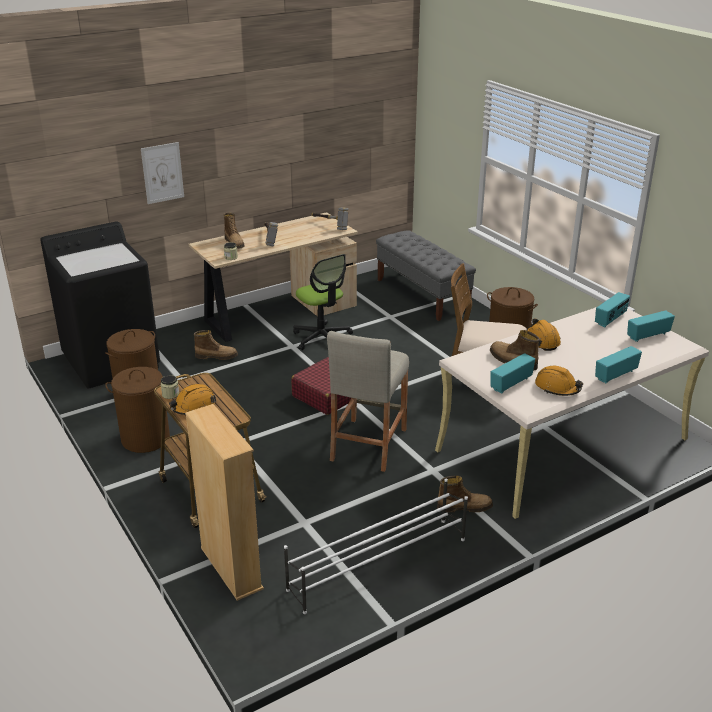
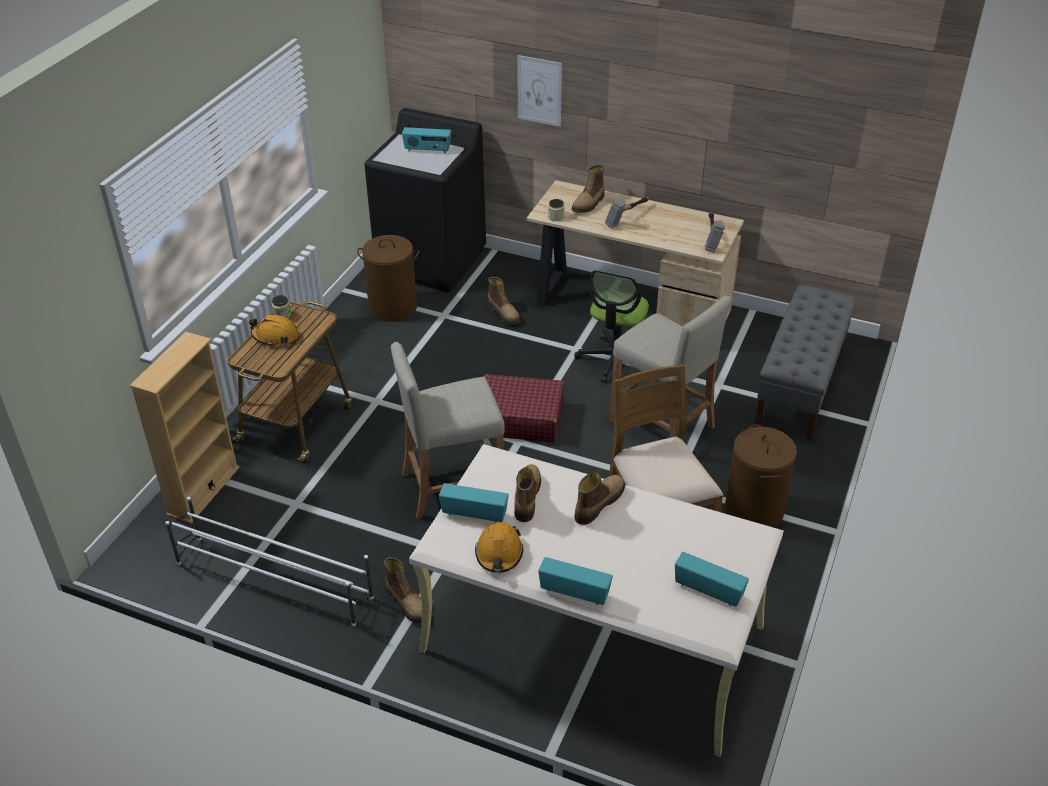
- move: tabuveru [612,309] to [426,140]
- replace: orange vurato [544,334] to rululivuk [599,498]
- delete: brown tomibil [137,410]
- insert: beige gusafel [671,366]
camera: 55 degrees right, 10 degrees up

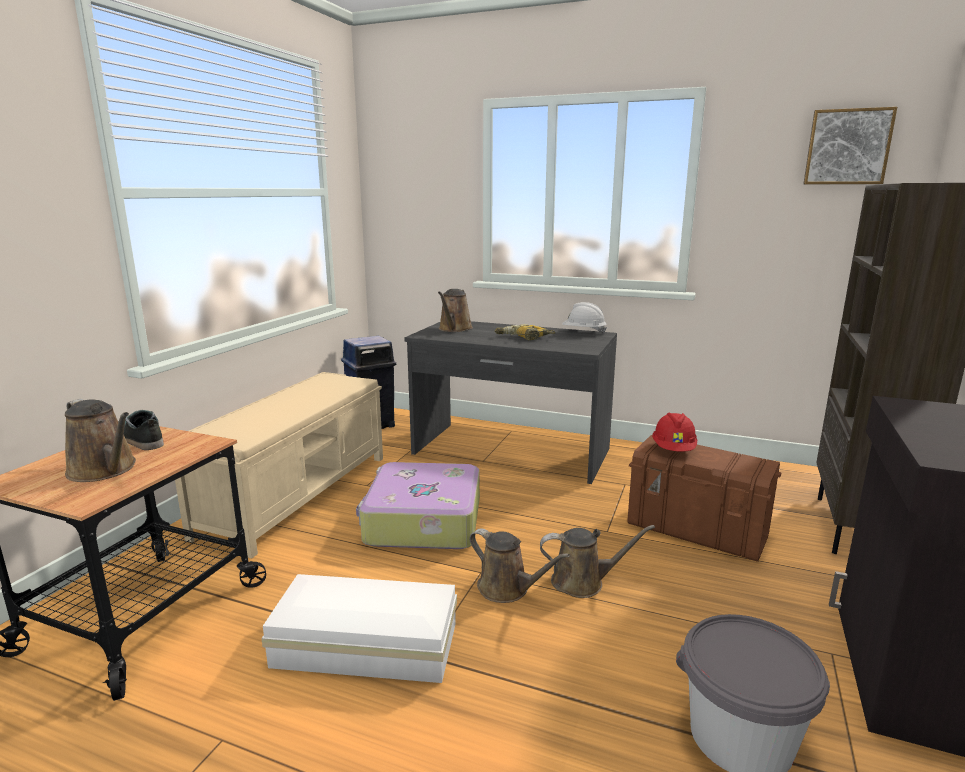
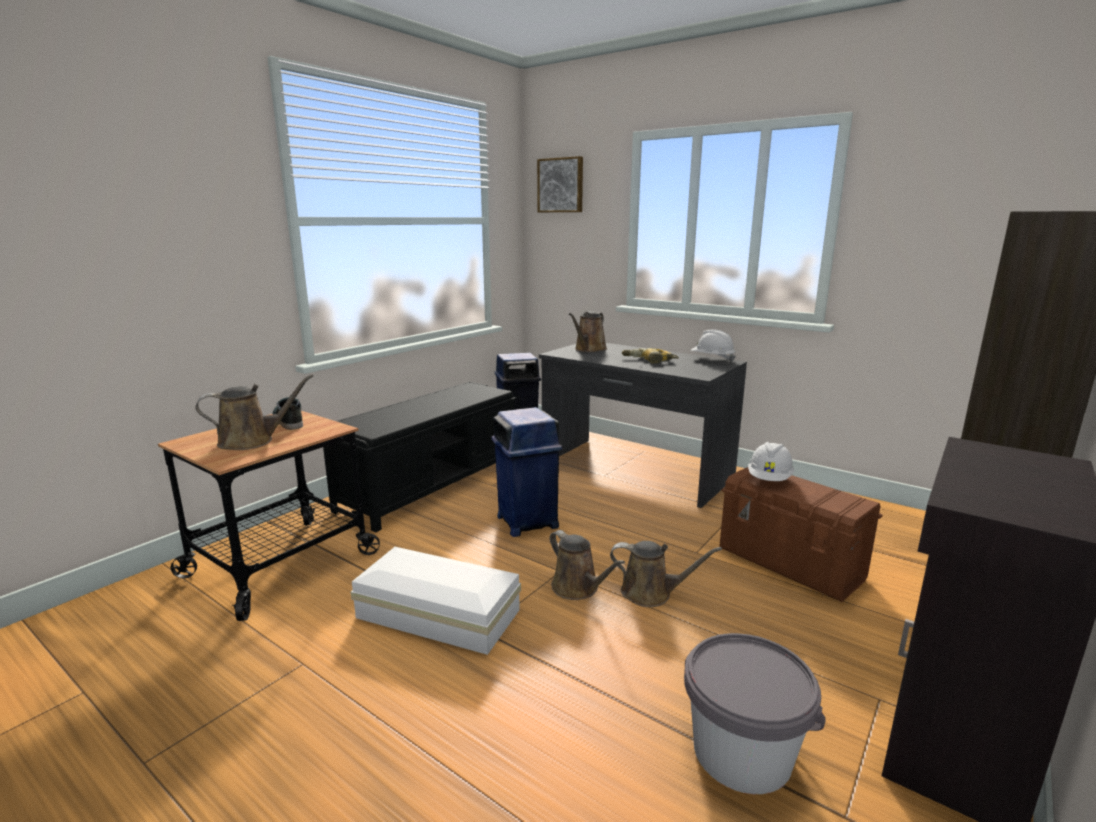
- move: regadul [850,145] to [560,184]
- recolor: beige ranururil [279,465] to black ranururil [420,456]
- rotate: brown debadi [100,440] = [255,412] 75 degrees counterclockwise
- recolor: red vurato [674,432] to white vurato [771,461]
- replace: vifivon [418,505] to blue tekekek [526,472]
camera: 15 degrees right, 0 degrees up

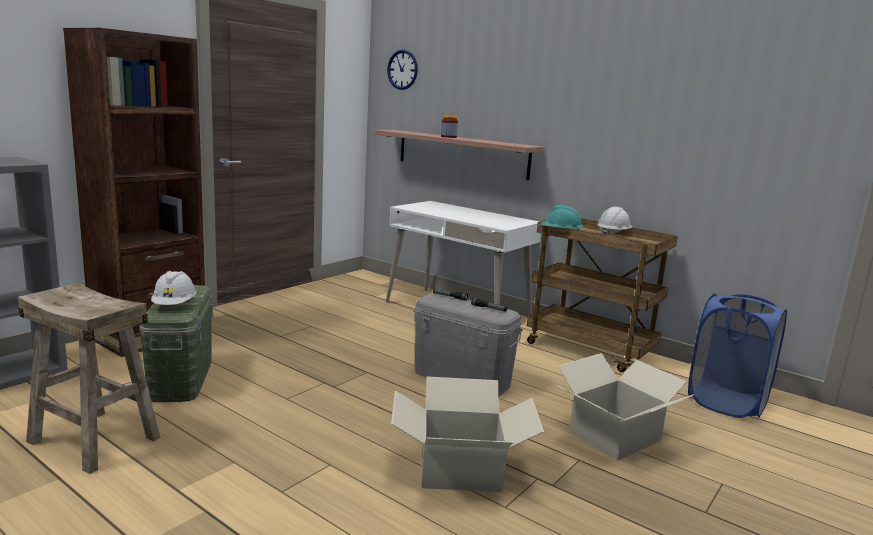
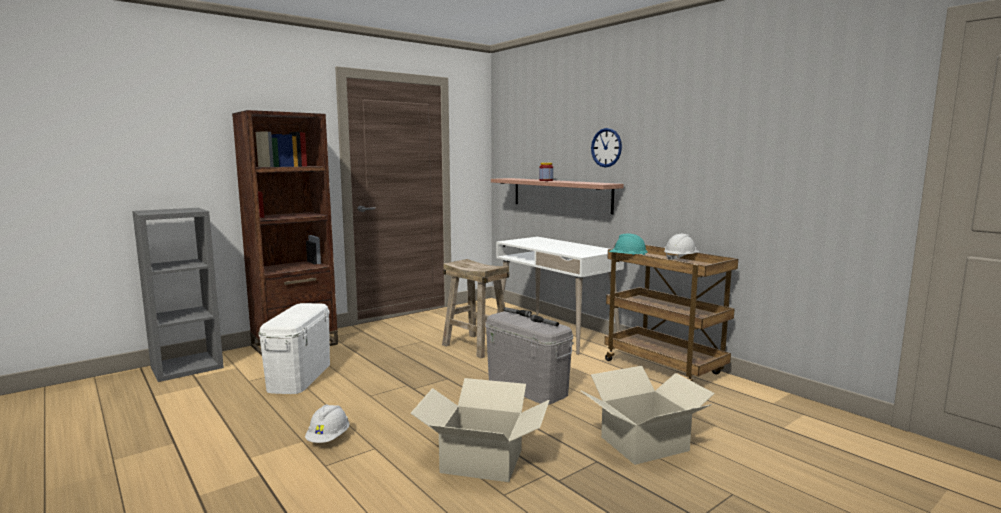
- move: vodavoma [402,70] to [606,147]
- move: white vurato [173,288] to [327,424]
- move: beige gusafel [89,378] to [475,308]
- recolor: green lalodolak [176,343] to white lalodolak [294,348]
- delete: blue tomibil [737,356]
camera: 15 degrees right, 5 degrees down

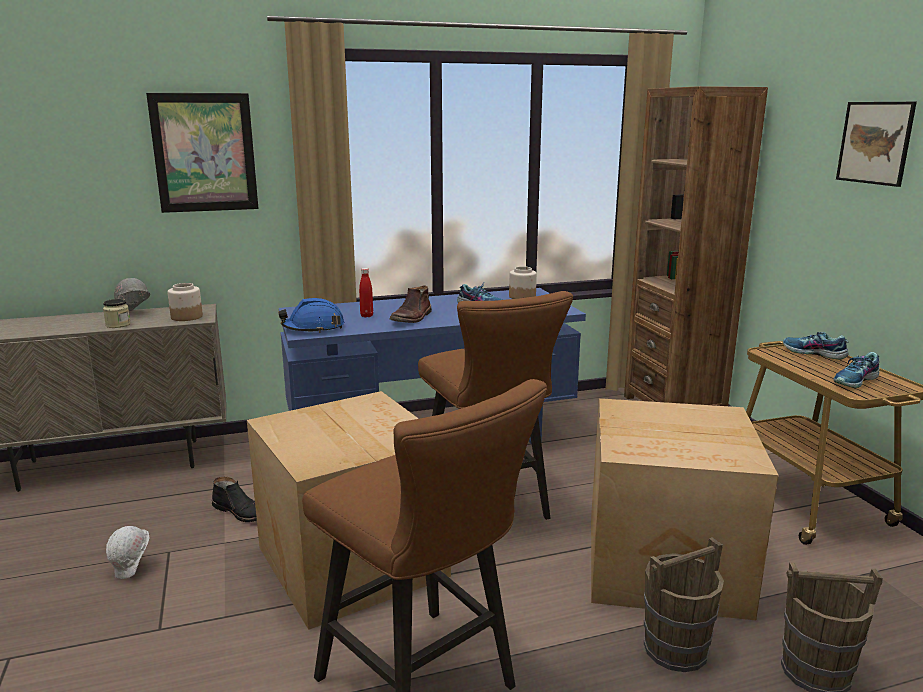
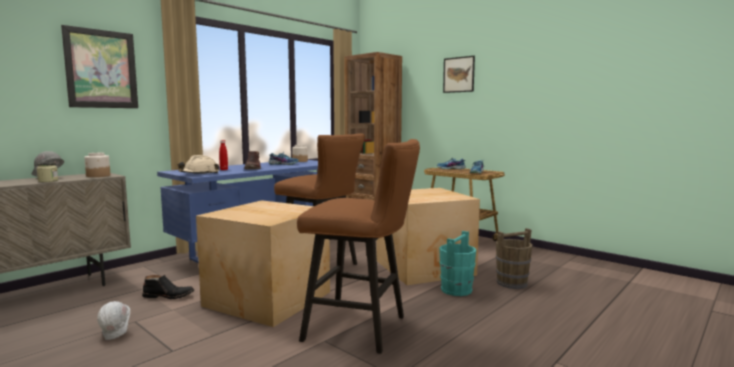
- recolor: blue vurato [311,315] to beige vurato [198,164]
- recolor: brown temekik [684,604] to turquoise temekik [458,263]
camera: 30 degrees left, 10 degrees down

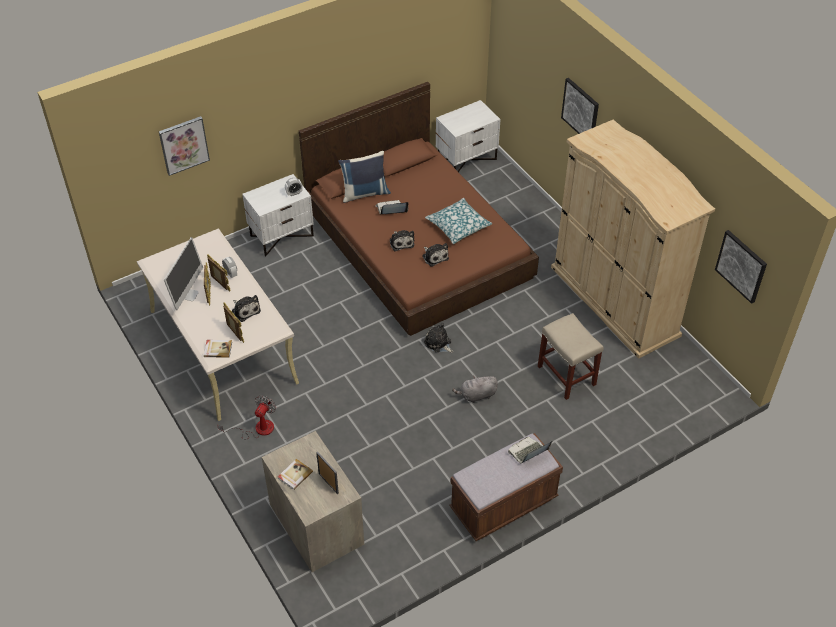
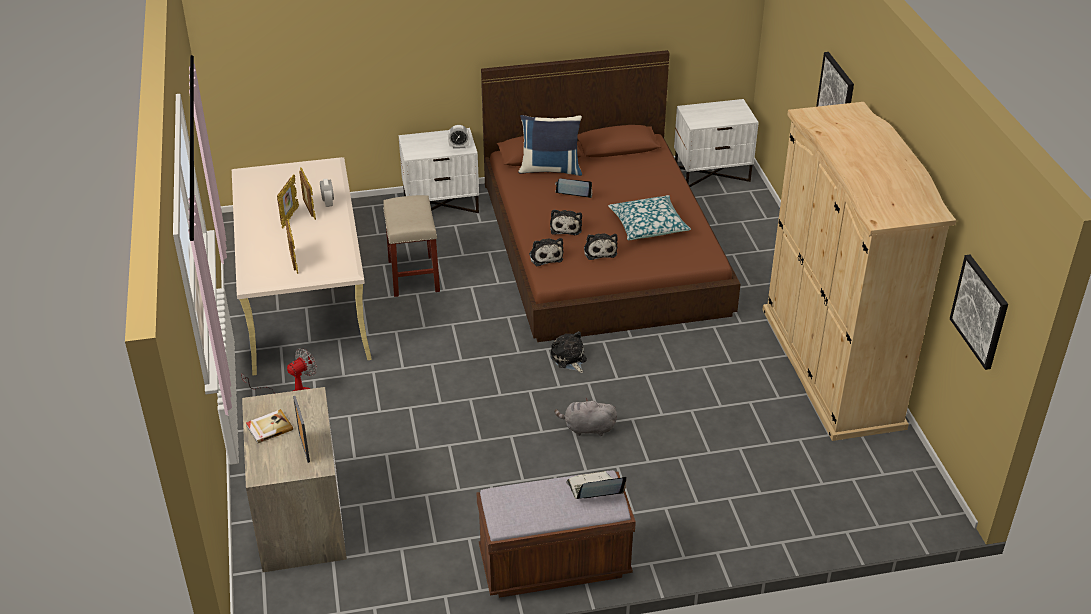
- delete: regadul [184,146]
- delete: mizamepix [183,273]
- move: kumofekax [246,308] to [546,252]
- move: beige gusafel [570,356] to [411,246]
- delete: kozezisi [218,349]
camera: 20 degrees right, 10 degrees down

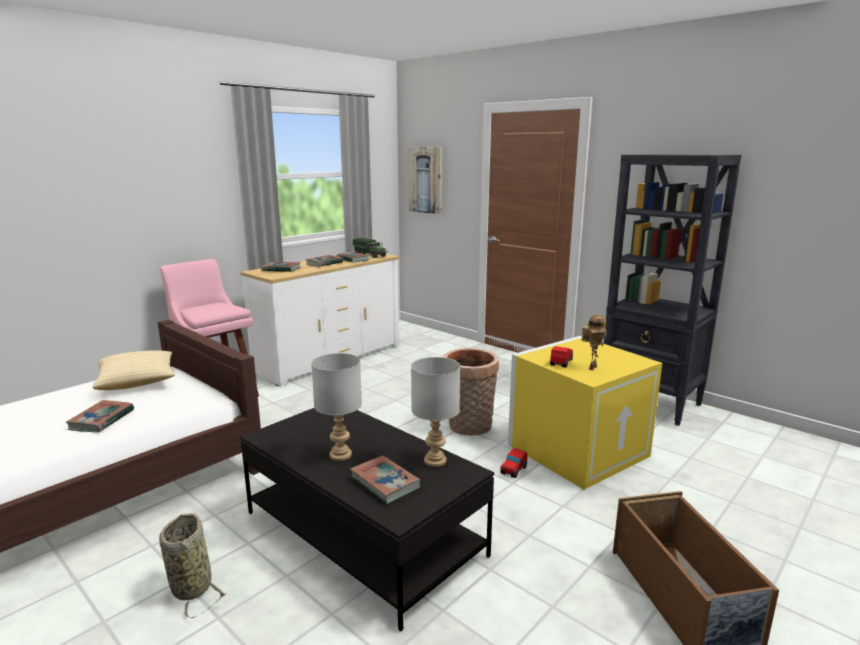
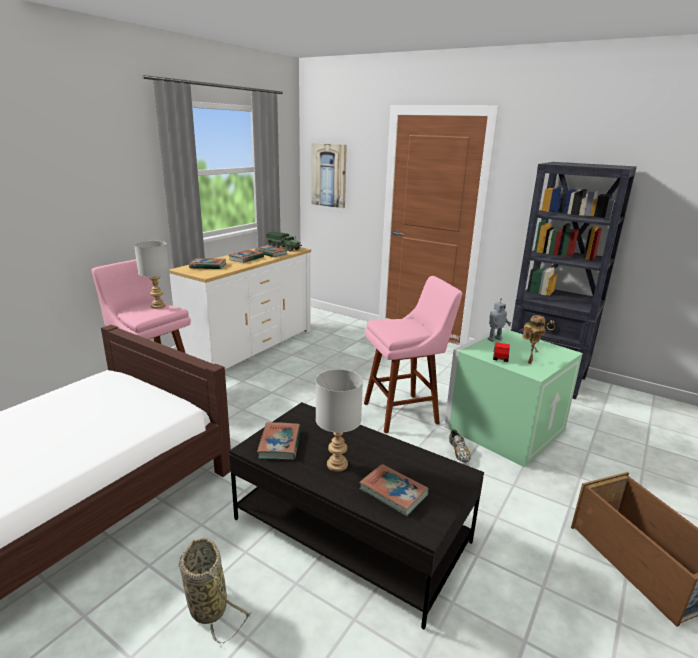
- recolor: yellow lalodolak [585,413] to green lalodolak [513,398]
- replace: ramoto [471,392] to pink gusafel [413,355]
- delete: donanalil [134,370]
- move: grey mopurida [435,412] to [152,275]
- move: kozezisi [99,416] to [279,441]
- replace: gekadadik [514,463] to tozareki [460,445]
- insert: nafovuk [499,320]
camera: 10 degrees left, 5 degrees up

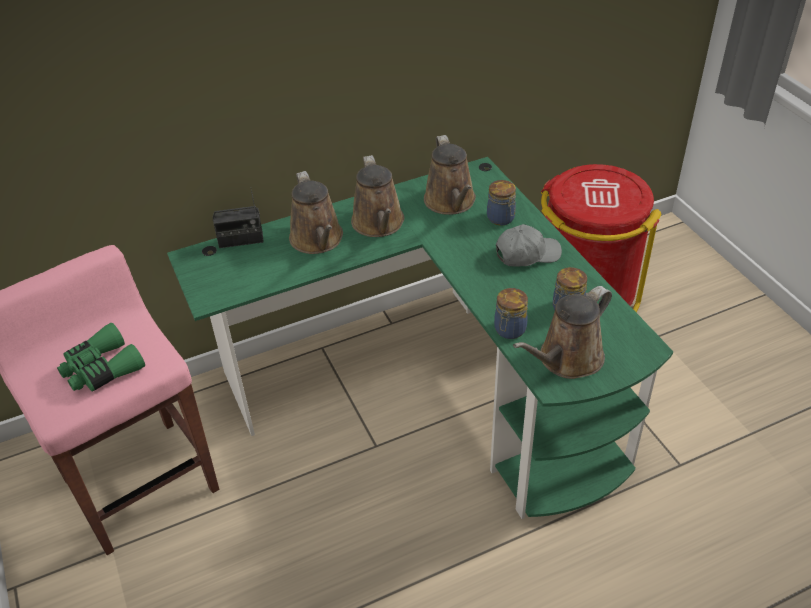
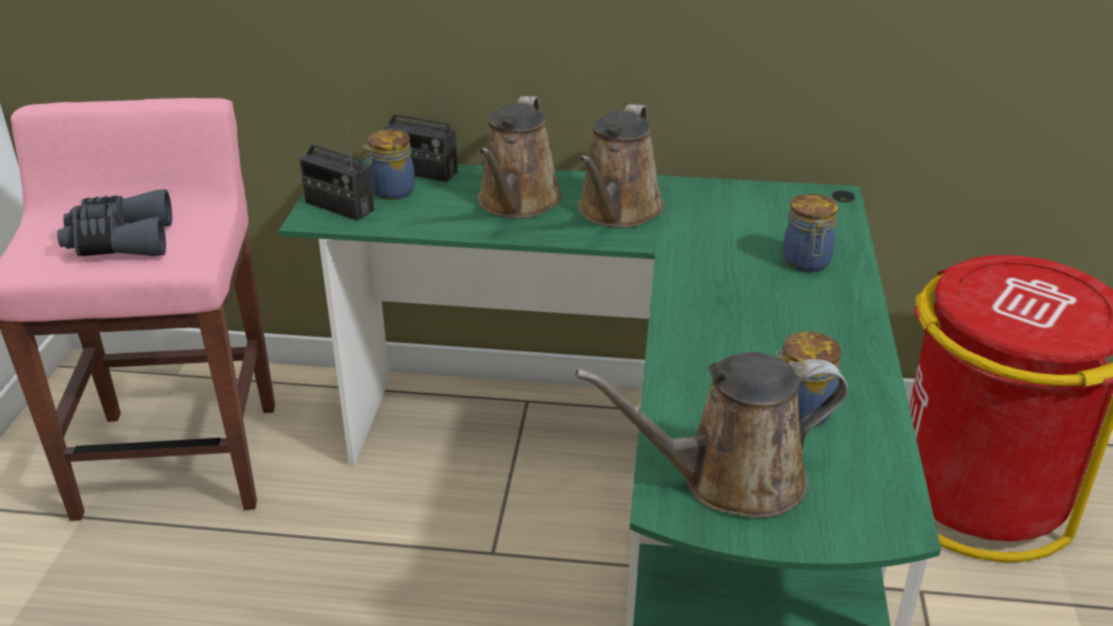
- delete: brown debadi [450,175]
- delete: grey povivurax [529,245]
- move: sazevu [511,313] to [389,164]
- recolor: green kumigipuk [101,357] to grey kumigipuk [114,222]
- insert: tabuveru [336,170]
camera: 30 degrees right, 10 degrees down

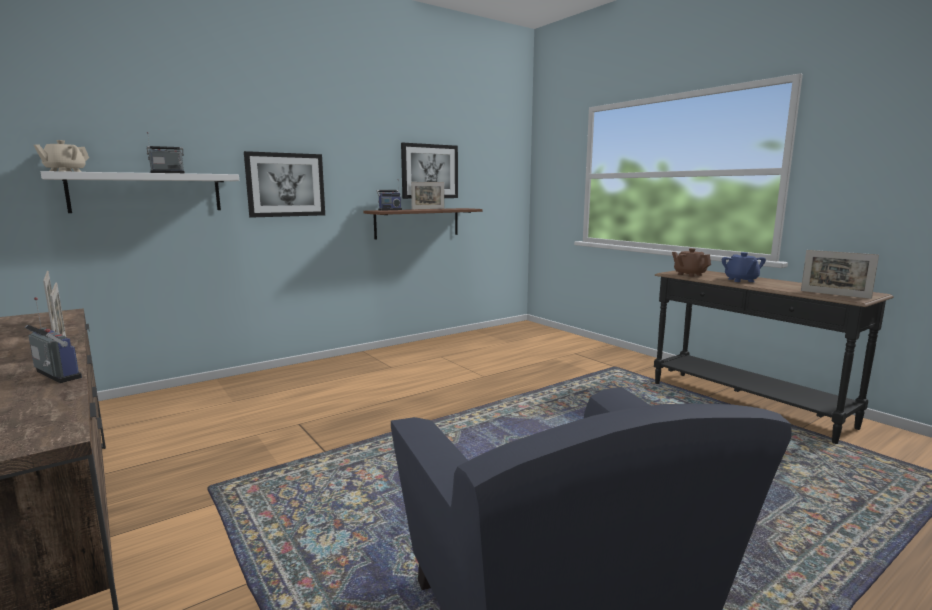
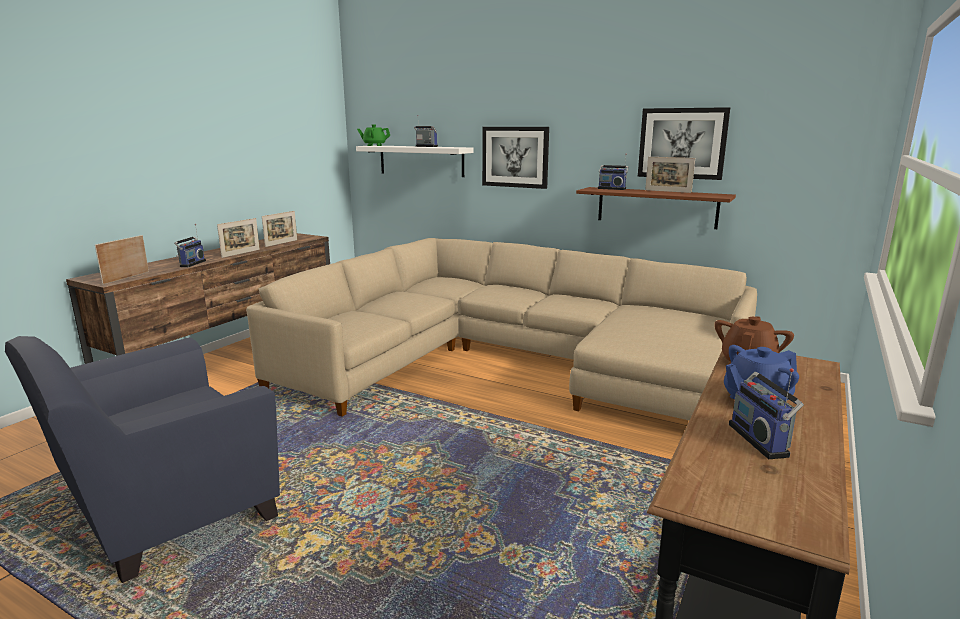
- recolor: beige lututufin [61,156] to green lututufin [373,135]
- move: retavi [840,274] to [122,260]
- insert: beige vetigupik [501,329]
- insert: tabuveru [766,413]
camera: 65 degrees right, 5 degrees up

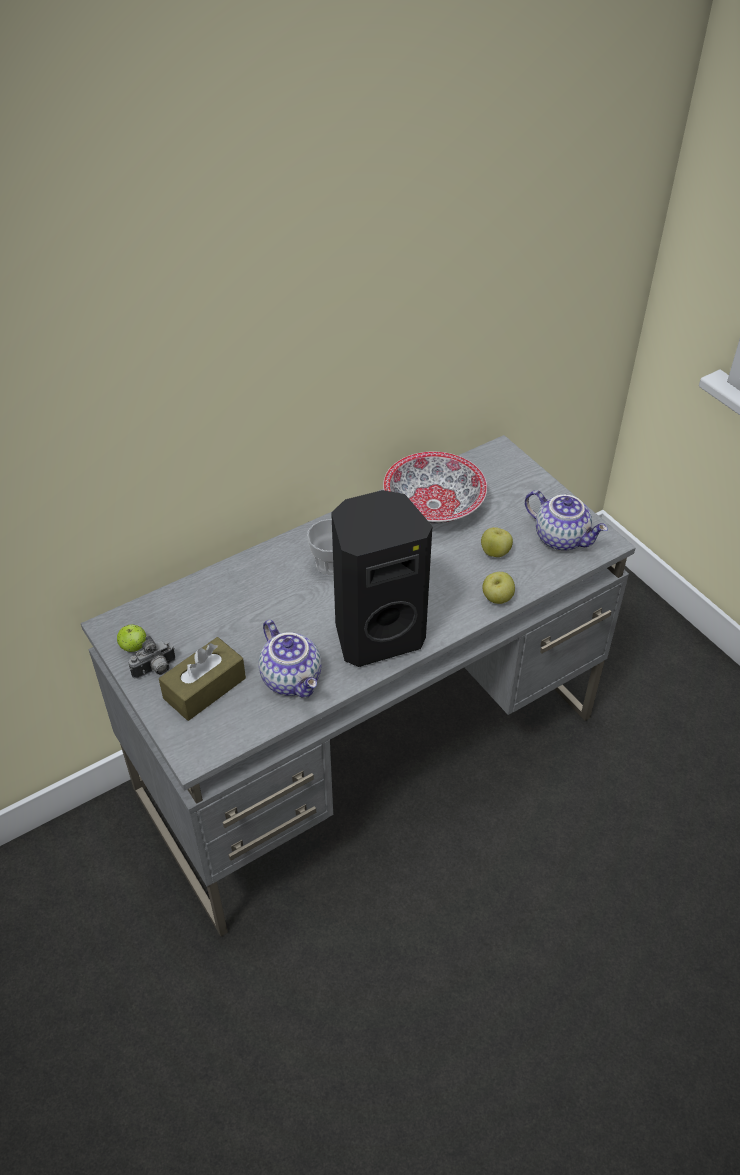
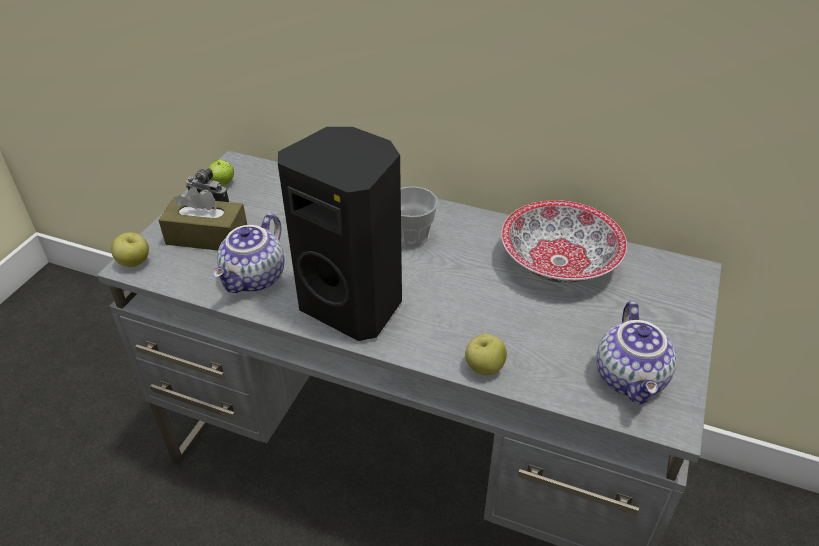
- move: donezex [497,542] to [130,249]
camera: 55 degrees right, 5 degrees down

